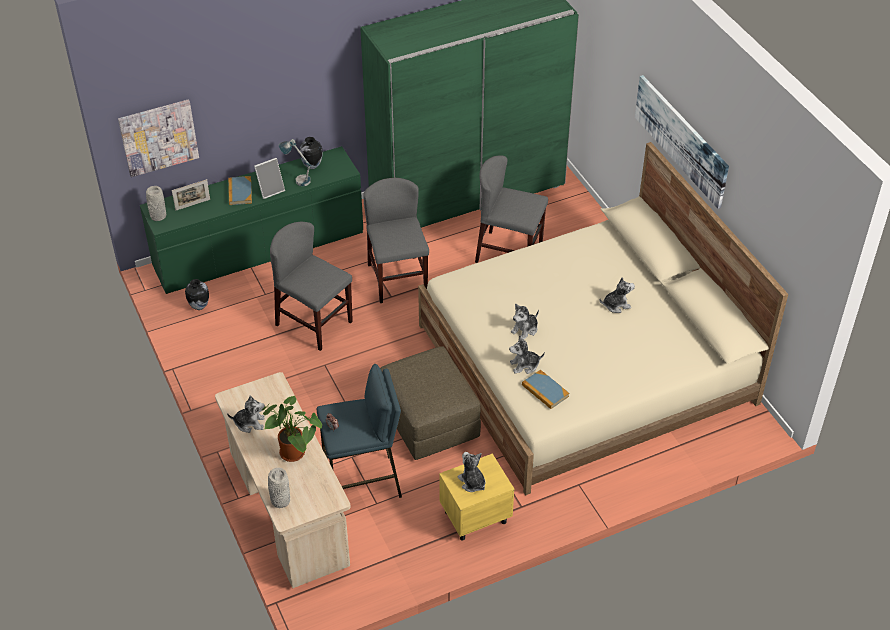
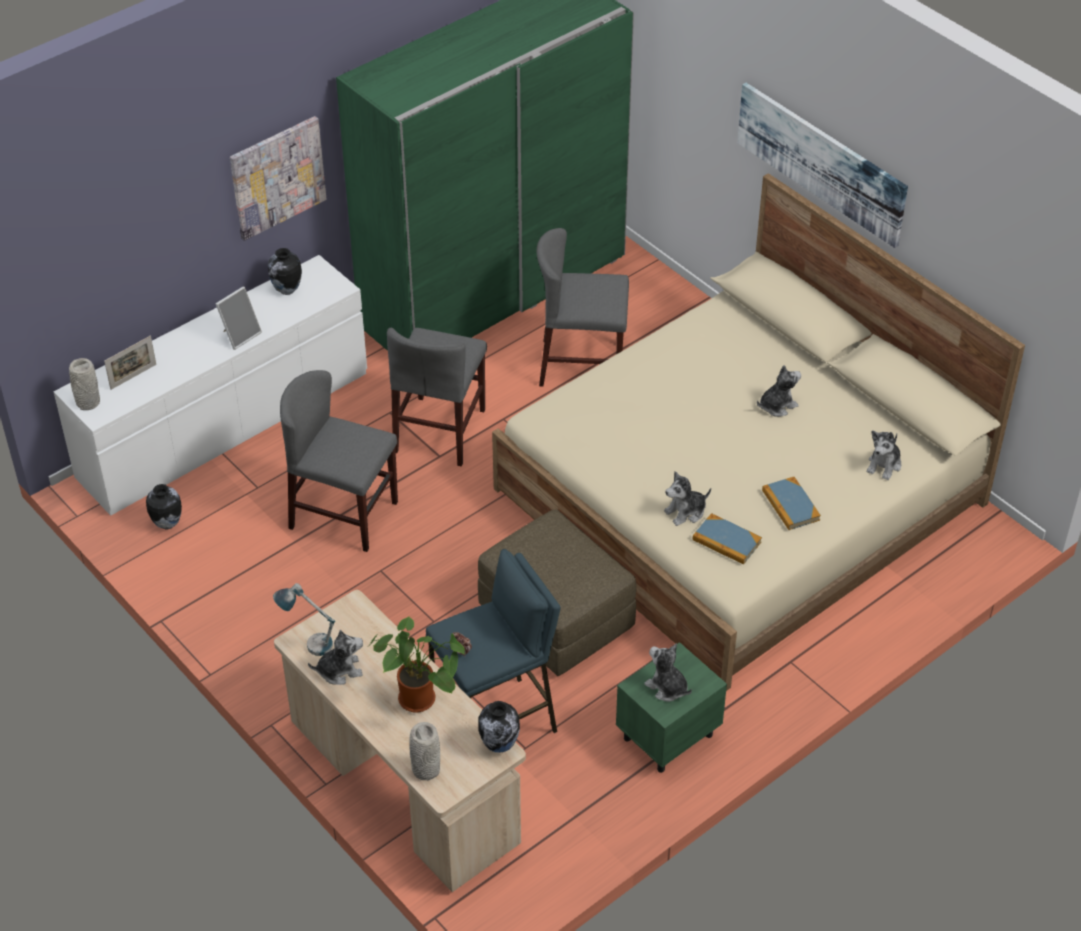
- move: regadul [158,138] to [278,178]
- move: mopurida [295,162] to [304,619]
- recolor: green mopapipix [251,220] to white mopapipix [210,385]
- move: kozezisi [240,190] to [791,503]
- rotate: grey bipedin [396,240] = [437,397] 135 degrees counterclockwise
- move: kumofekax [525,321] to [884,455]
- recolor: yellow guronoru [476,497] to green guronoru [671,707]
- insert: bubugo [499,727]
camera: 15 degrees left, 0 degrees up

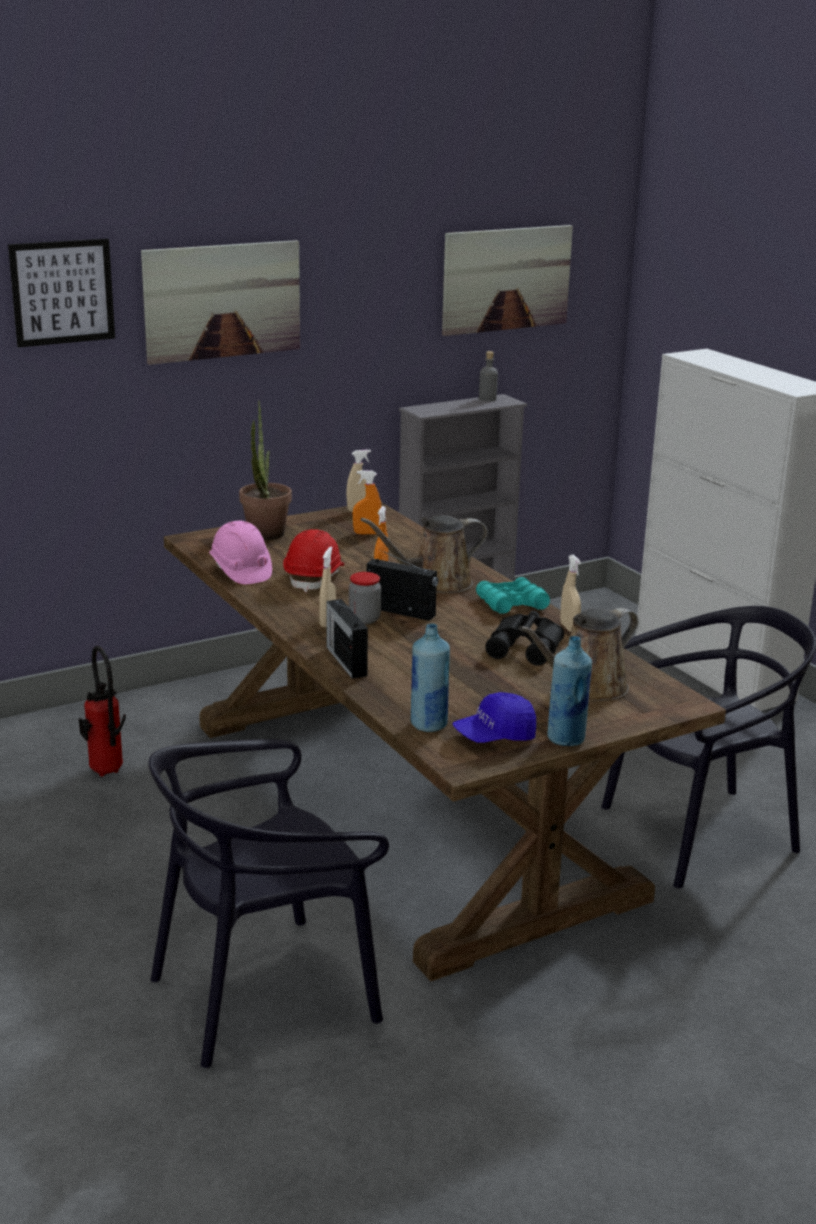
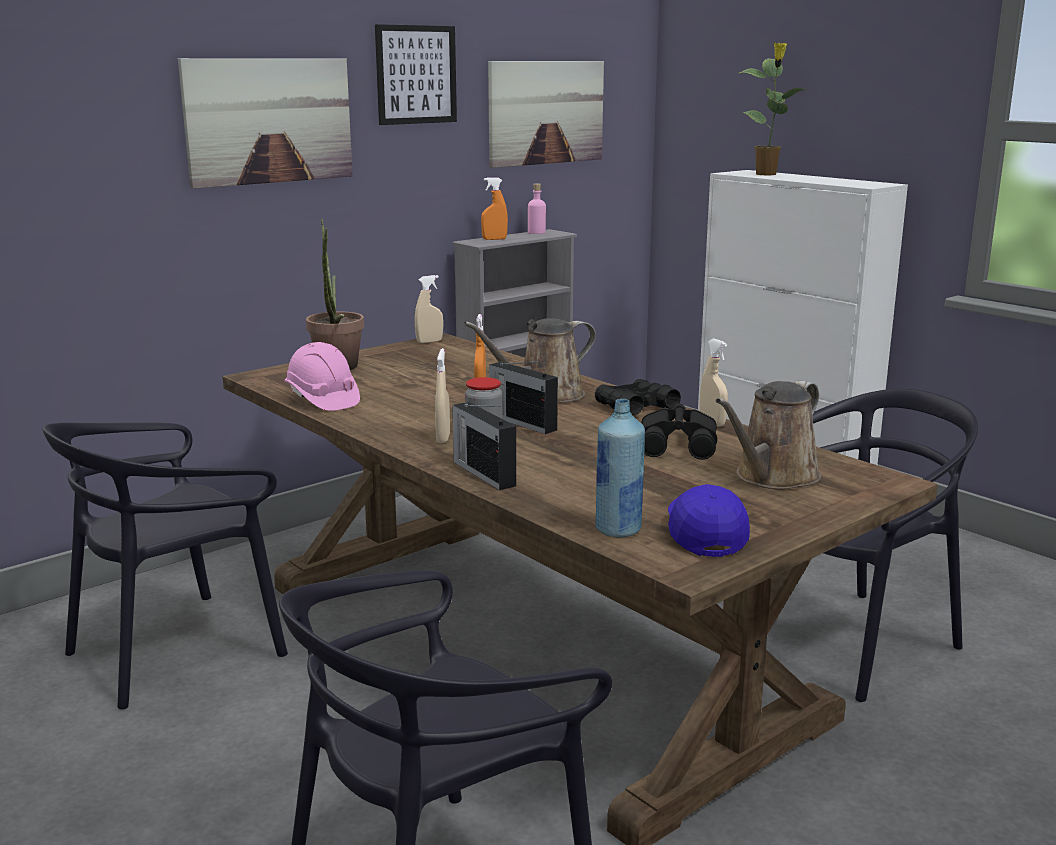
- move: regadul [61,293] to [416,74]
- recolor: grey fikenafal [488,376] to pink fikenafal [537,209]
- move: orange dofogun [367,502] to [494,208]
- delete: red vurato [313,560]
- rotate: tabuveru [402,585] = [523,397] 150 degrees counterclockwise
- recolor: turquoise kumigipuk [513,595] to black kumigipuk [638,397]
- delete: blue fikenafal [569,691]
- replace: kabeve [102,711] to black bipedin [165,565]
- rotate: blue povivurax [494,717] = [709,520] 120 degrees clockwise
- insert: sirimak [773,108]
camera: 10 degrees left, 5 degrees down

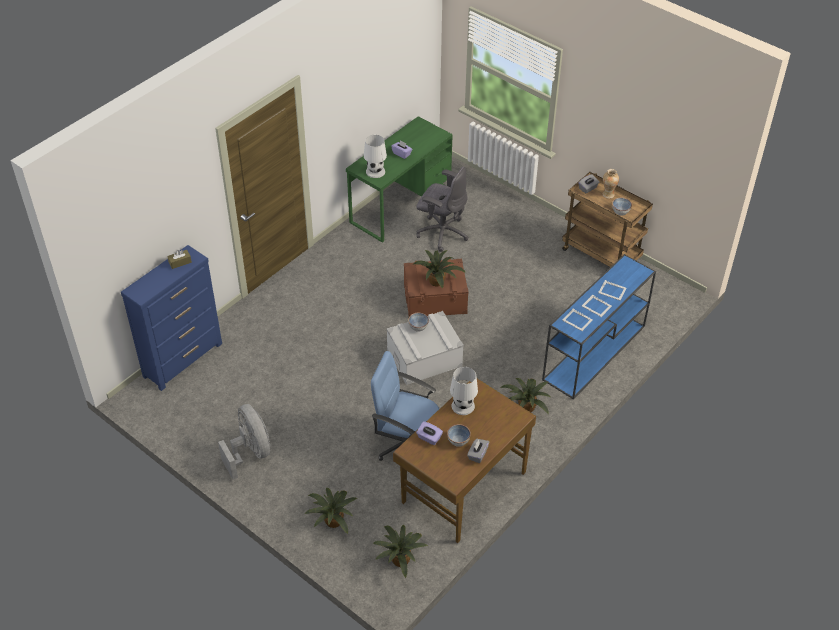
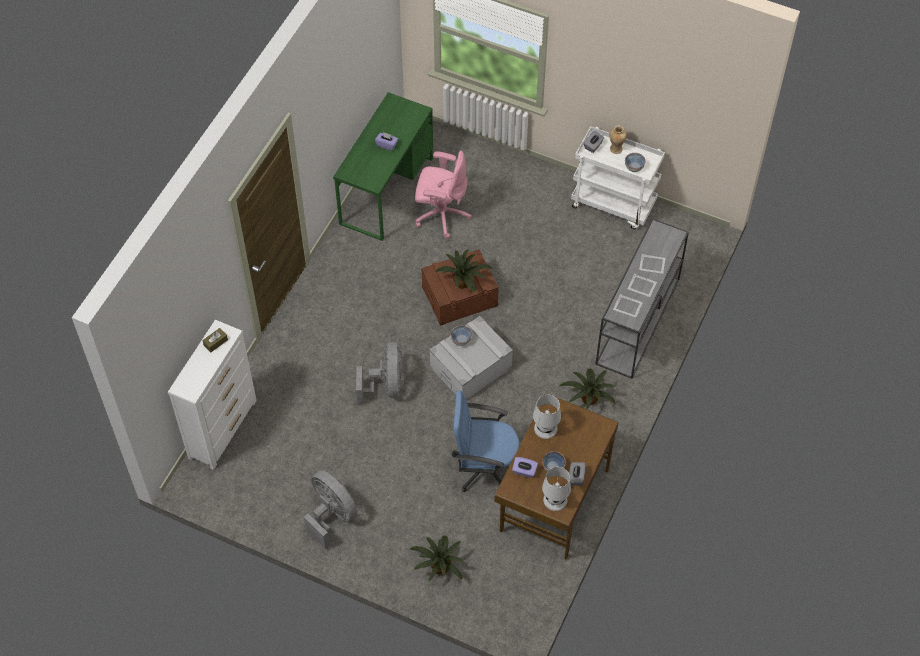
- move: white mopurida [375,156] to [556,489]
- recolor: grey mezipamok [442,209] to pink mezipamok [443,195]
- recolor: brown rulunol [607,219] to white rulunol [618,177]
- recolor: blue mopapipix [171,318] to white mopapipix [212,395]
- recolor: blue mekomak [599,327] to grey mekomak [642,299]
- delete: sirimak [400,551]
- insert: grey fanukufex [380,373]
camera: 15 degrees left, 10 degrees up

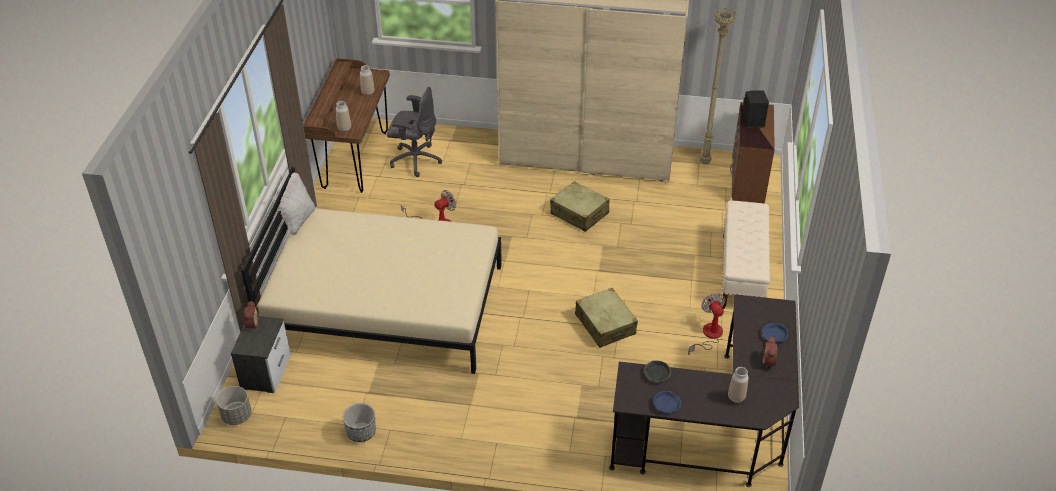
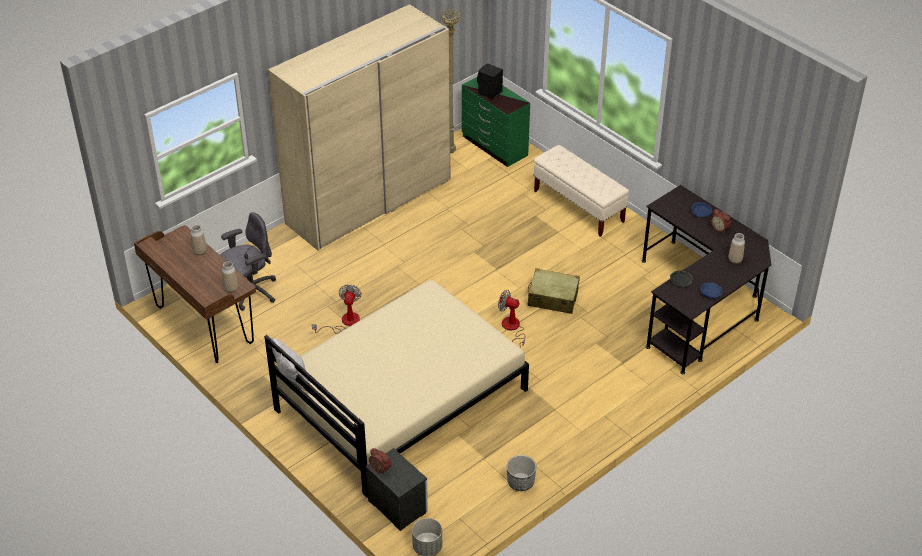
- recolor: brown mopapipix [752,153] to green mopapipix [496,122]
- delete: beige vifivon [580,206]
- move: fanukufex [707,324] to [511,318]
camera: 50 degrees left, 0 degrees up

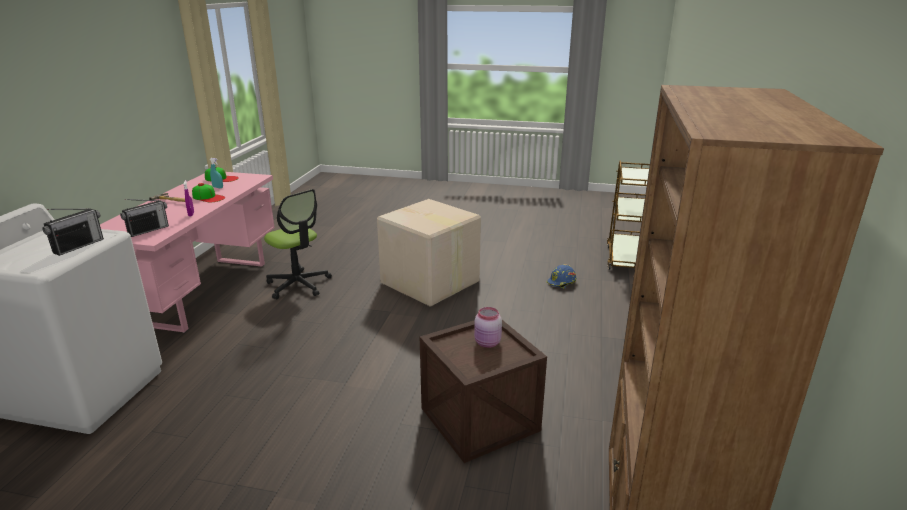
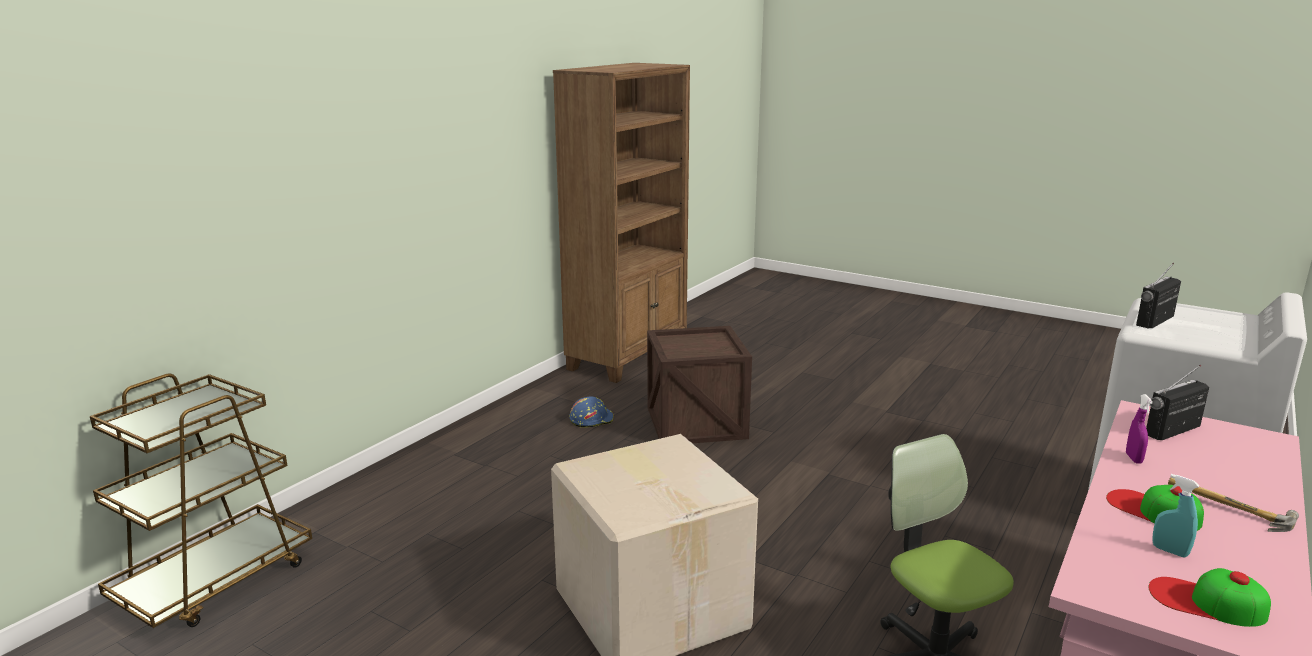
- move: blue vurato [562,276] to [591,411]
- delete: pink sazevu [488,327]
camera: 160 degrees left, 5 degrees down

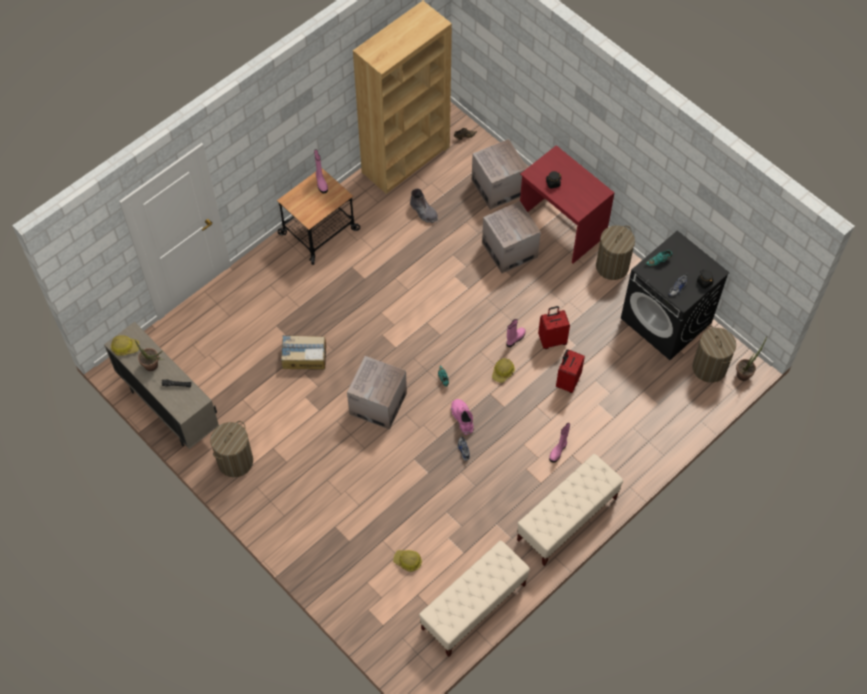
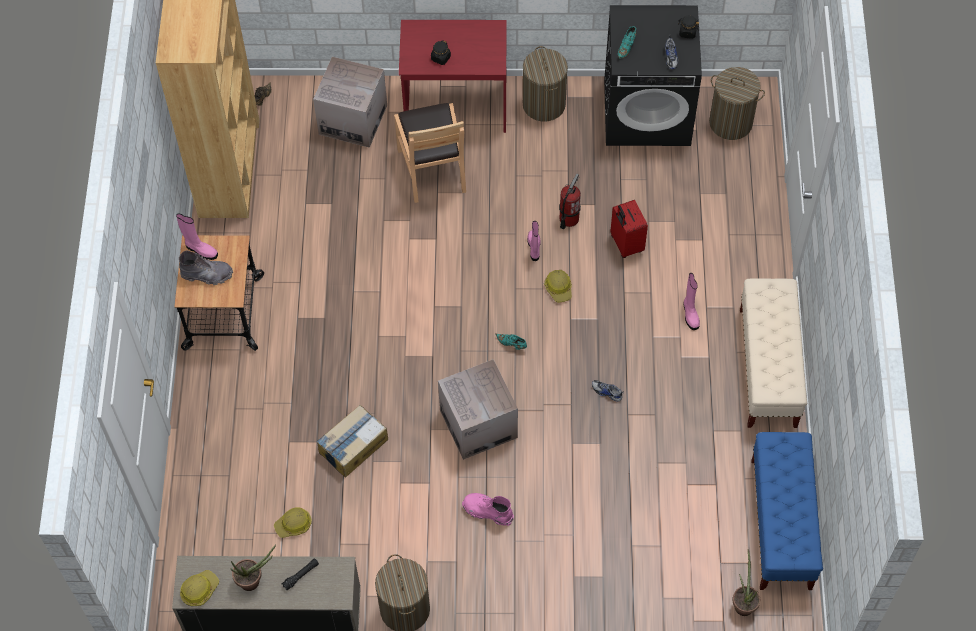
- move: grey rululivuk [424,206] to [206,268]
- replace: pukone [511,237] to brown bipedin [430,153]
- replace: red vifivon [554,327] to kabeve [570,201]
- move: sirimak [751,359] to [746,582]
- move: pink rululivuk [462,417] to [488,509]
- recolor: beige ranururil [474,599] to blue ranururil [787,511]
- move: vurato [407,561] to [293,522]
camera: 45 degrees left, 0 degrees up

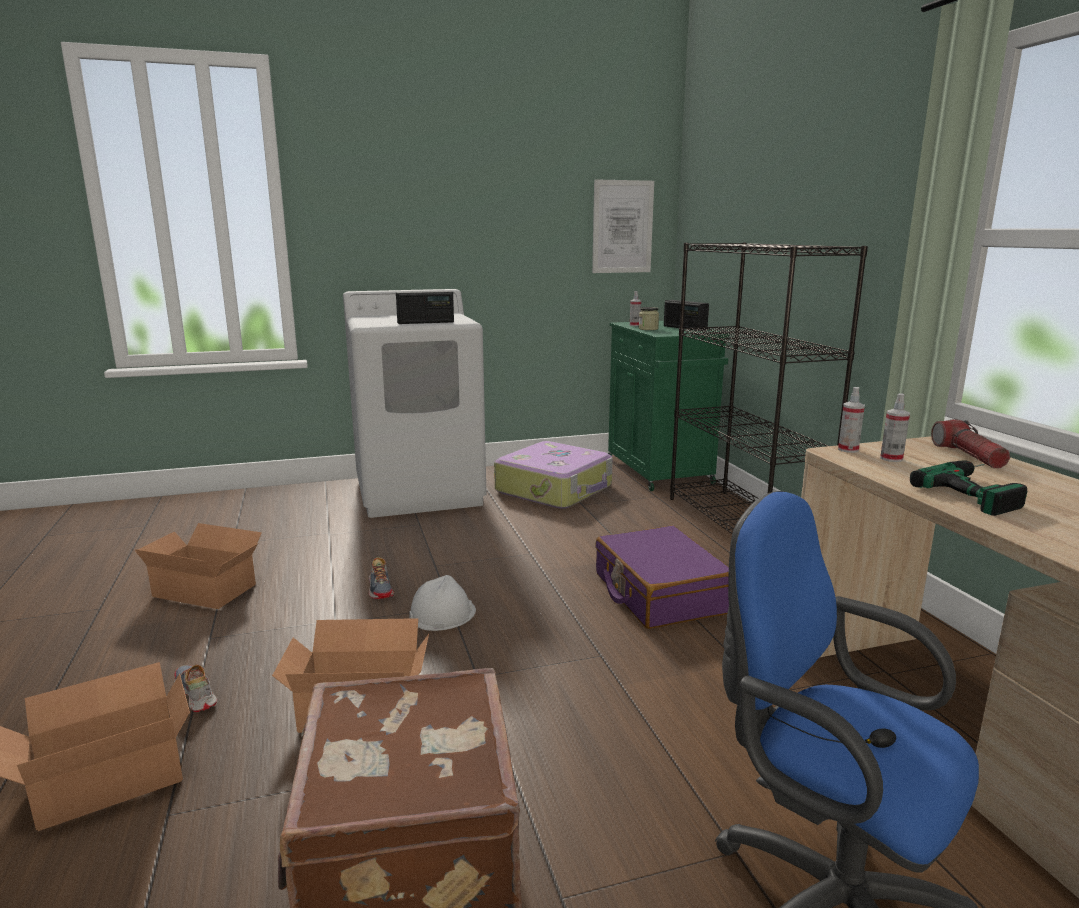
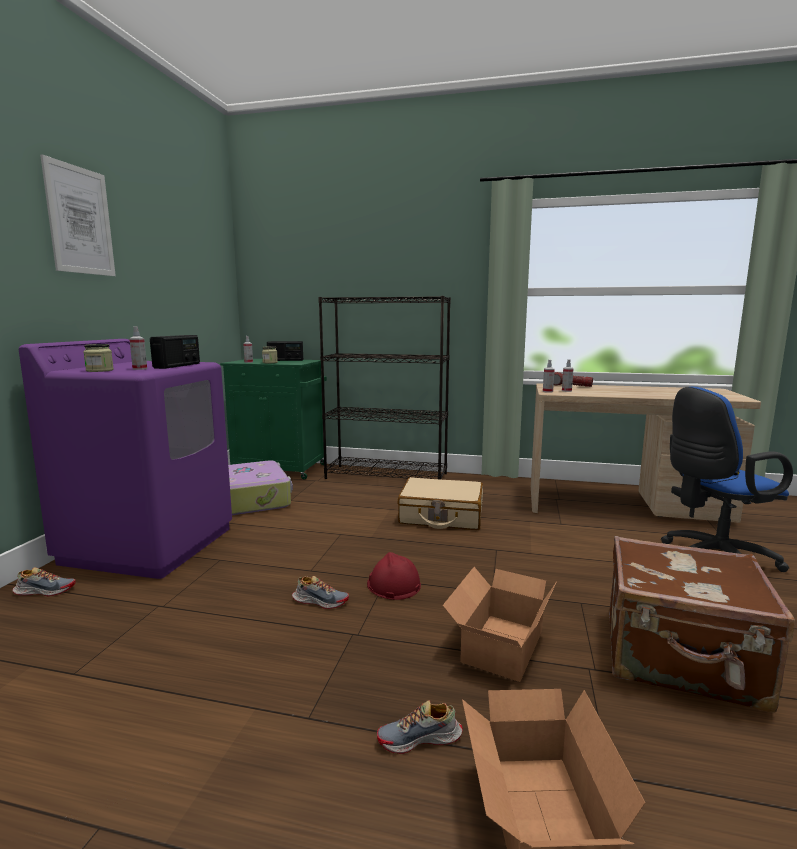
- move: regadul [623,226] to [78,215]
- recolor: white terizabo [414,403] to purple terizabo [125,459]
- delete: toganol [969,488]
- delete: pukone [198,566]
- recolor: purple vifivon [662,577] to beige vifivon [440,503]
- recolor: white vurato [442,603] to red vurato [394,576]
- insert: dofogun [138,348]
- insert: sazevu [98,358]
- insert: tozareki [43,582]
camera: 60 degrees left, 5 degrees down

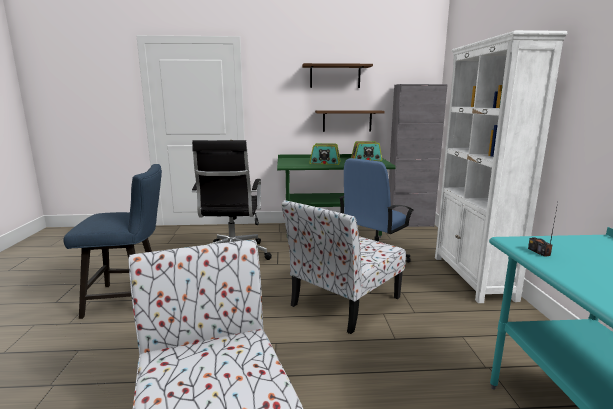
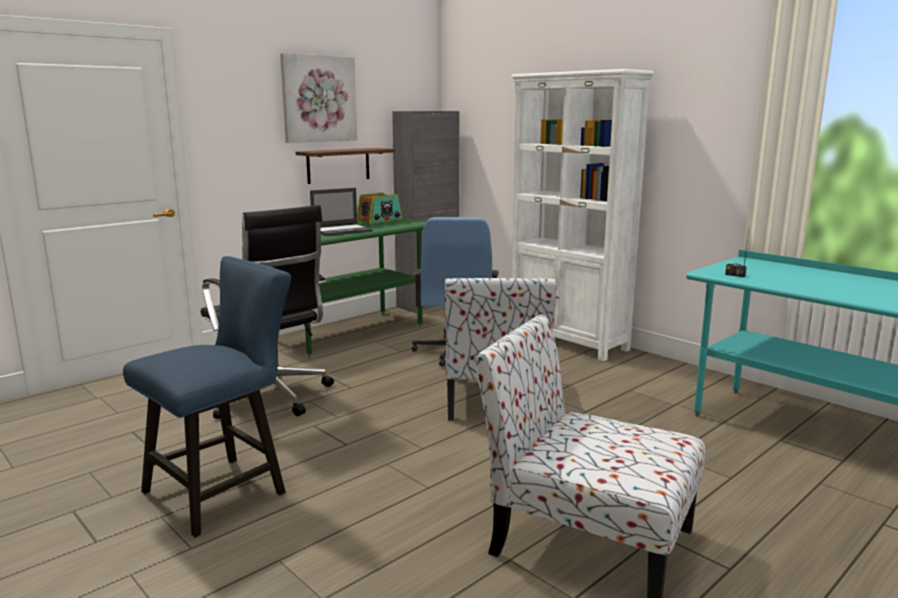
- replace: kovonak [337,75] to regadul [318,98]
- replace: tabuveru [325,154] to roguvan [341,212]
camera: 40 degrees left, 0 degrees up

